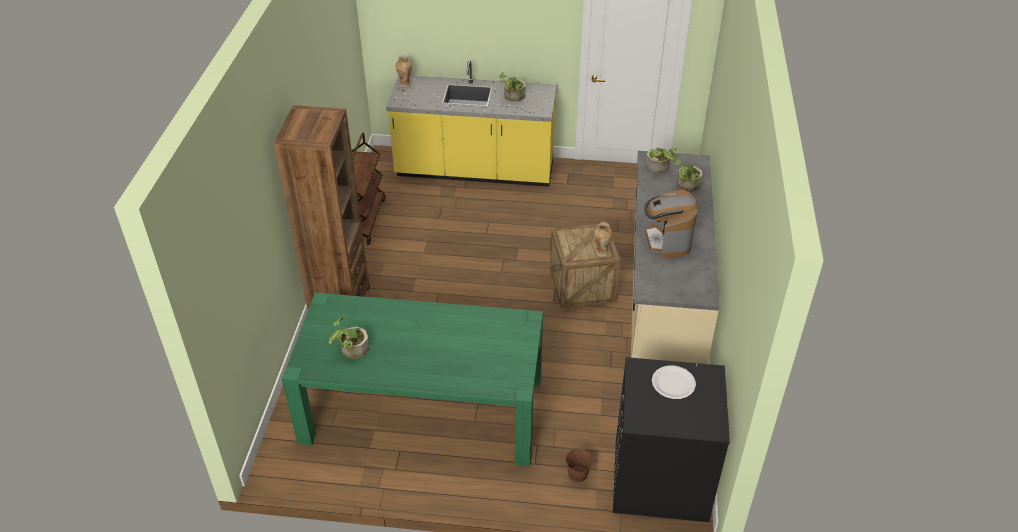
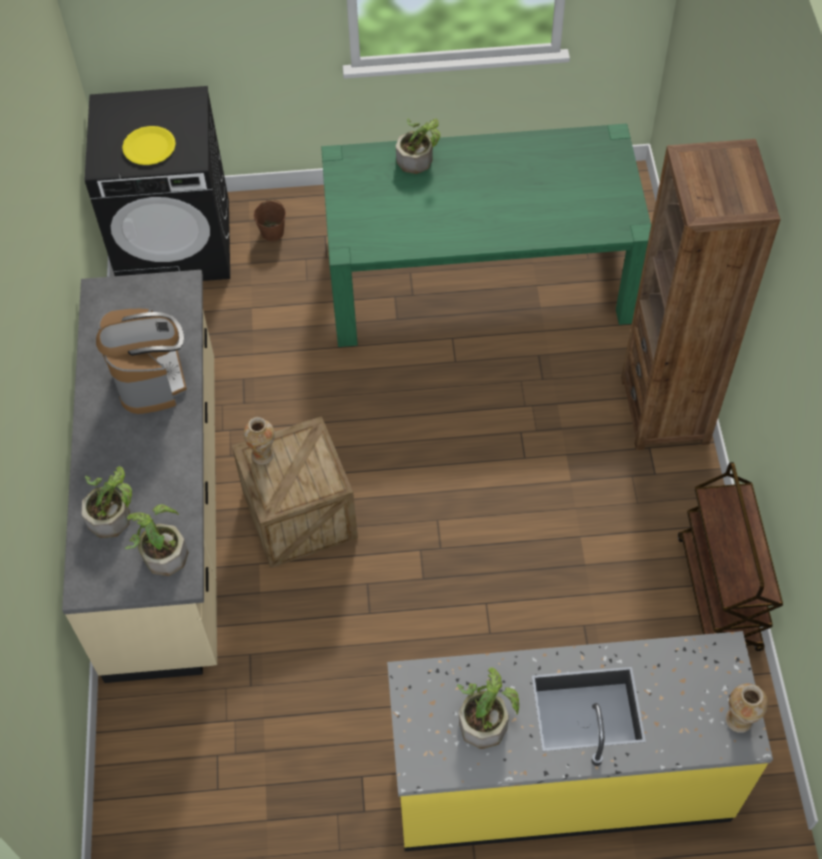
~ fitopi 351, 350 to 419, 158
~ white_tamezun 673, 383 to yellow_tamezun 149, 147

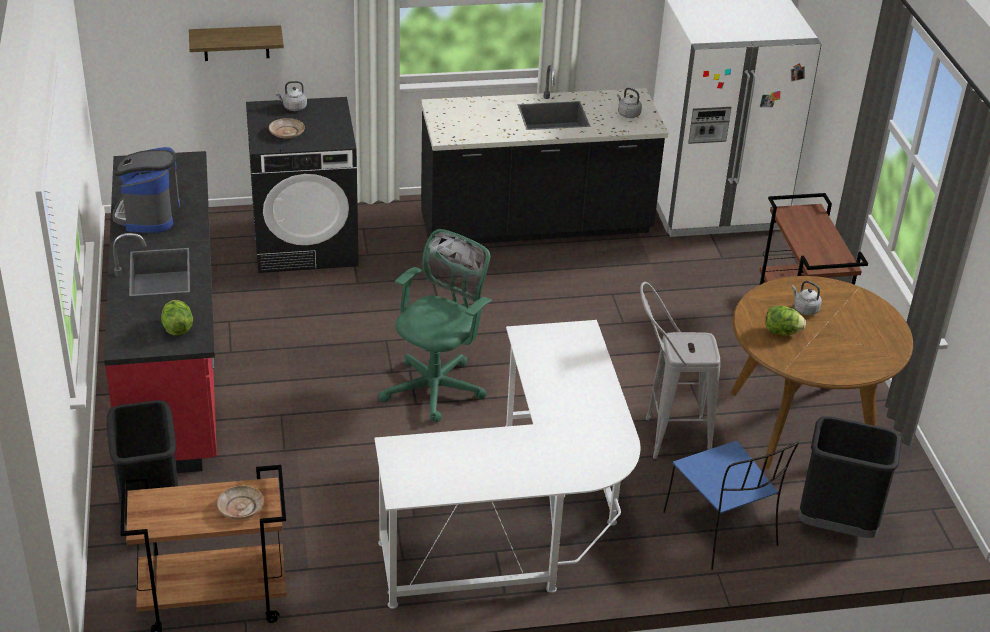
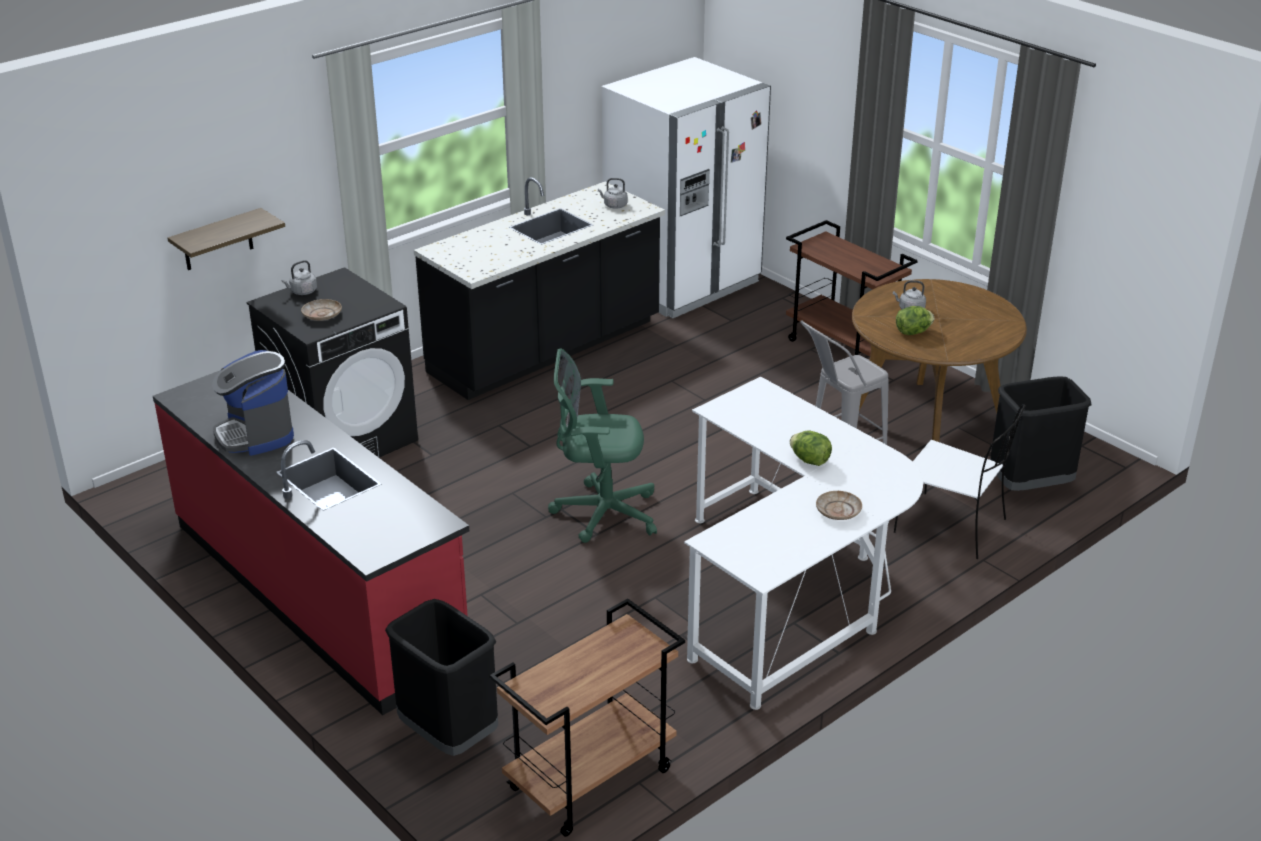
~ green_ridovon 437, 387 = 601, 512 90 degrees counterclockwise
~ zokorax 177, 328 to 810, 460
~ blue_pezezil 722, 531 to white_pezezil 953, 527
~ beige_tamezun 240, 508 to 838, 511

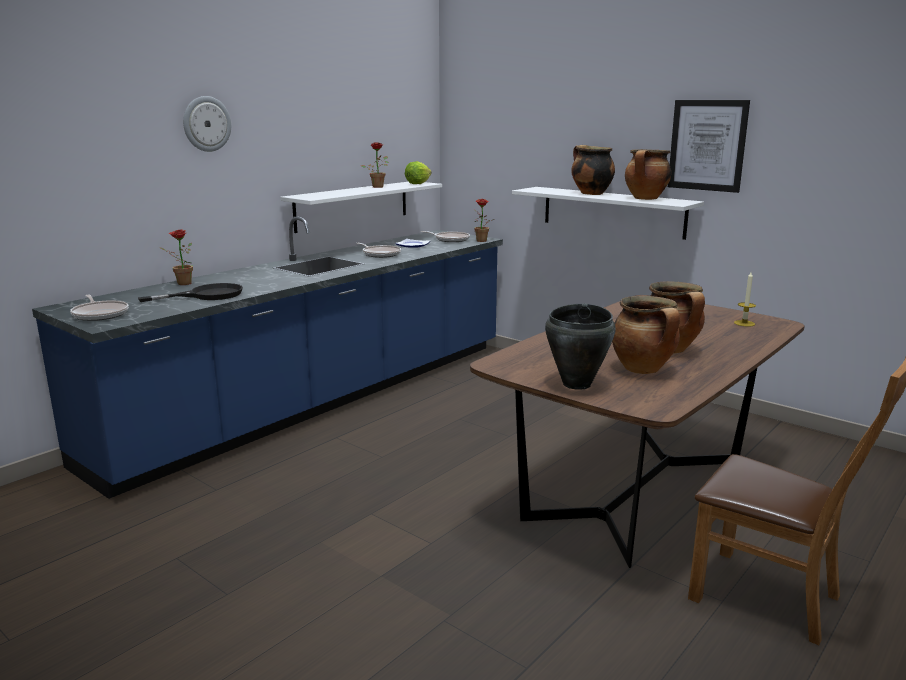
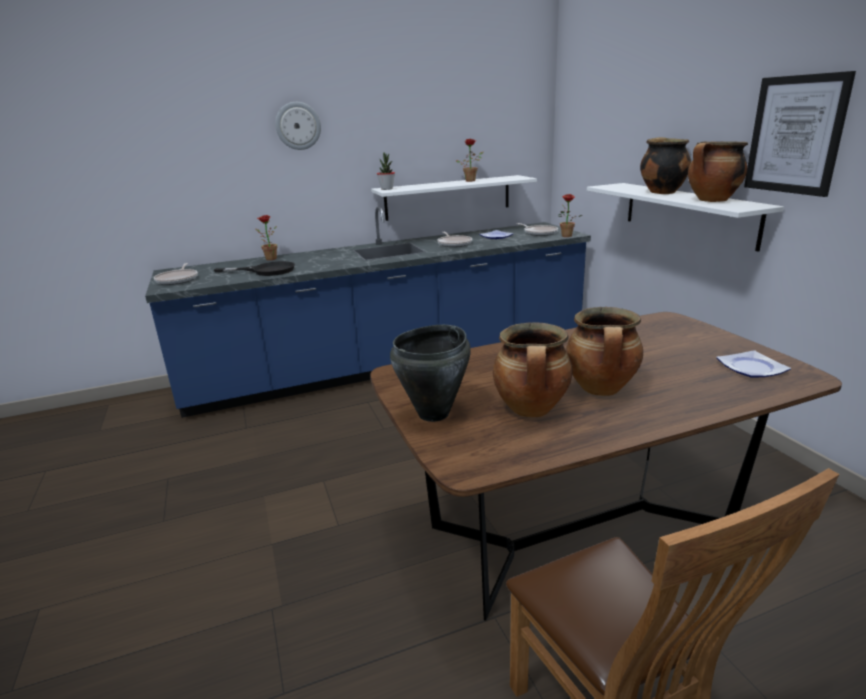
- zokorax 418, 183
~ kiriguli 744, 323 to tamezun 751, 369
+ fitopi 387, 189

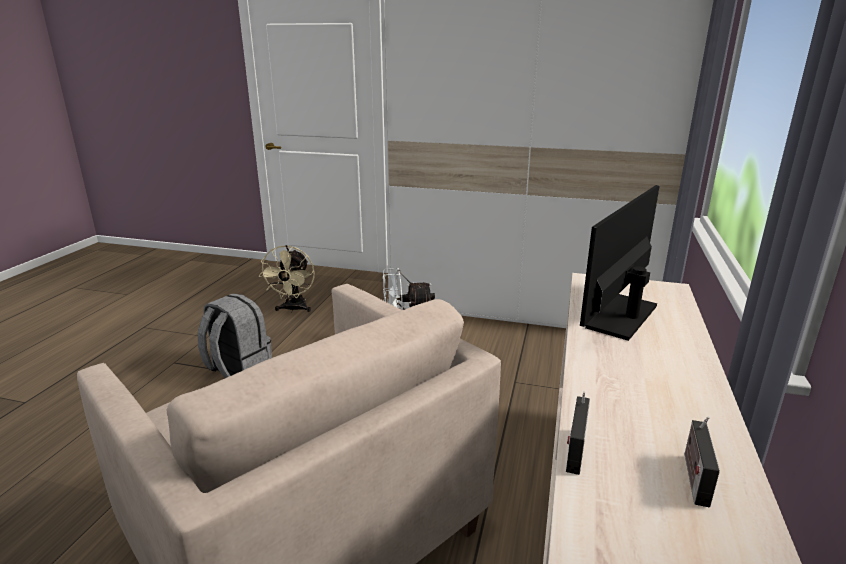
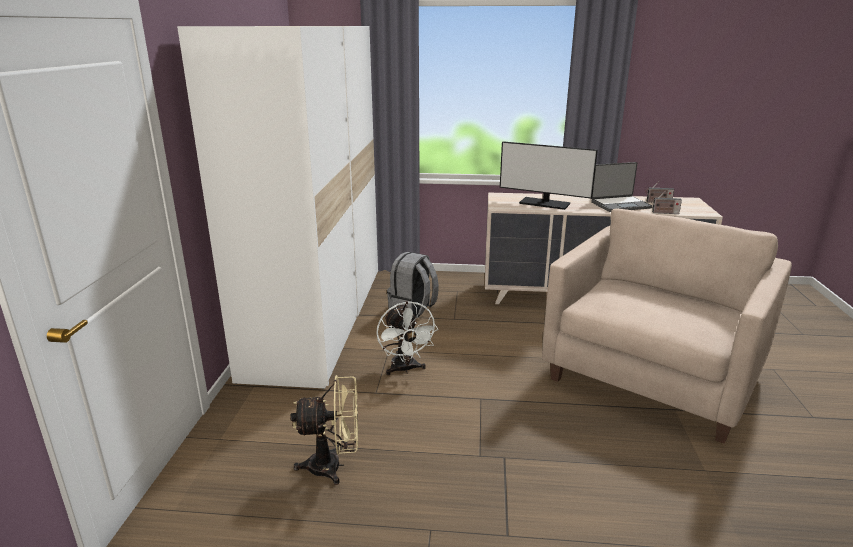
~ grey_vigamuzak 238, 370 to 413, 309
+ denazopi 620, 205

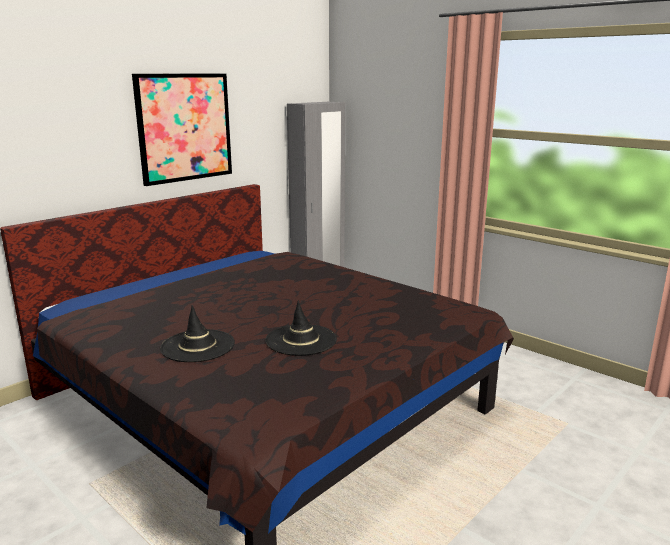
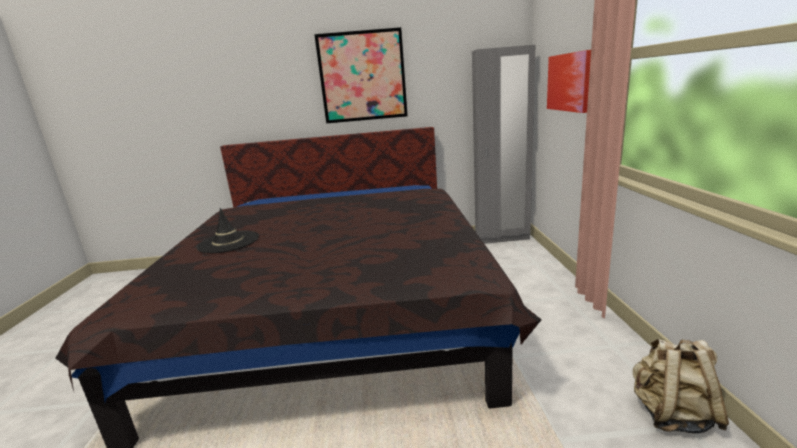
- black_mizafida 301, 340
+ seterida 568, 82
+ beige_vigamuzak 672, 415

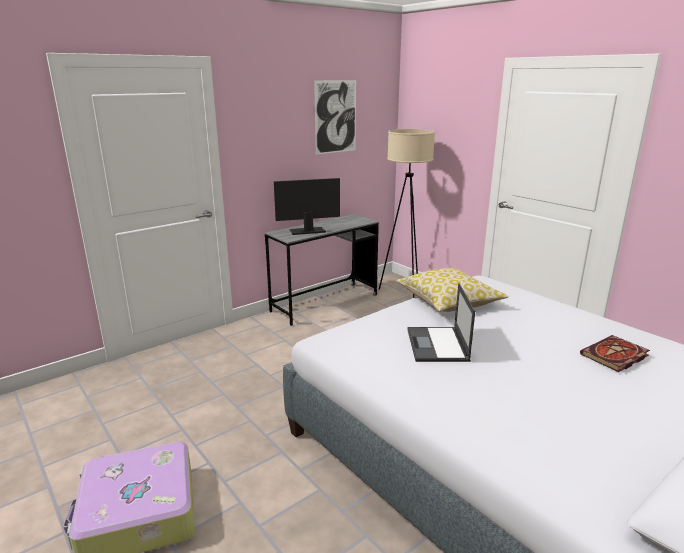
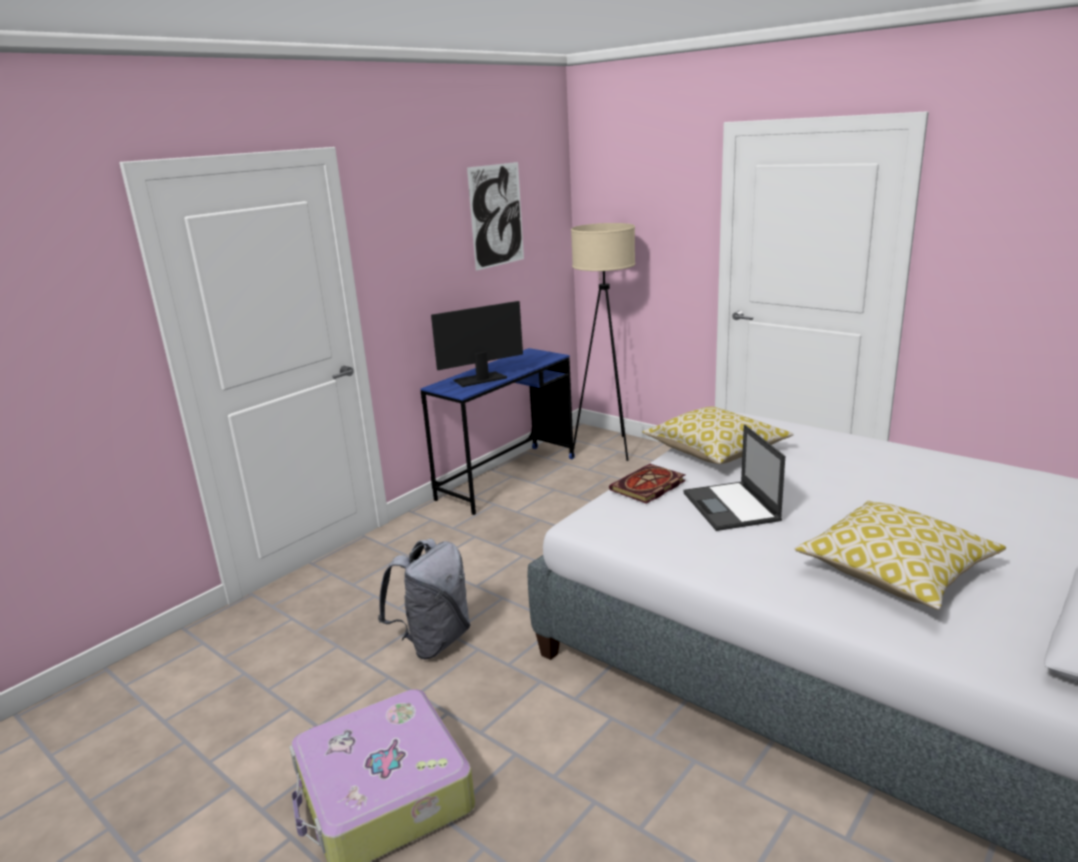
~ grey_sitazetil 325, 303 to blue_sitazetil 507, 478
~ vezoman 614, 356 to 648, 487
+ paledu 895, 572
+ grey_vigamuzak 433, 641

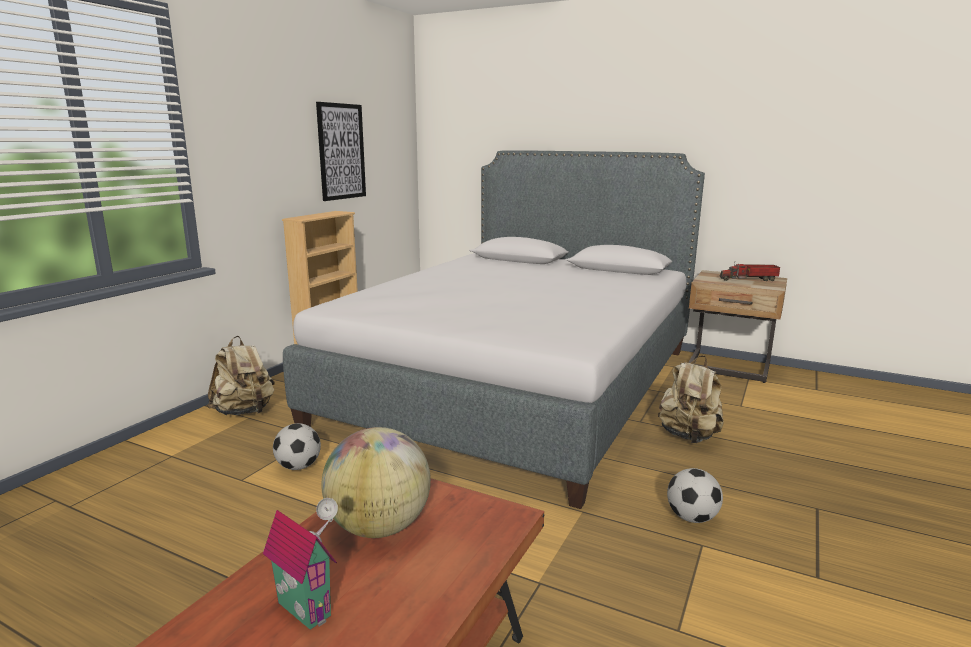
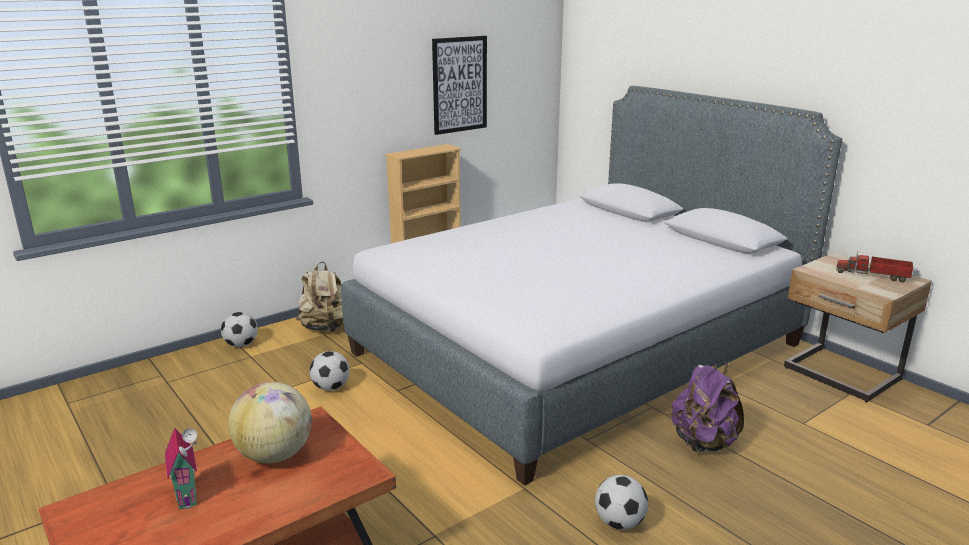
~ beige_vigamuzak 688, 436 to purple_vigamuzak 703, 443
+ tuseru 241, 345

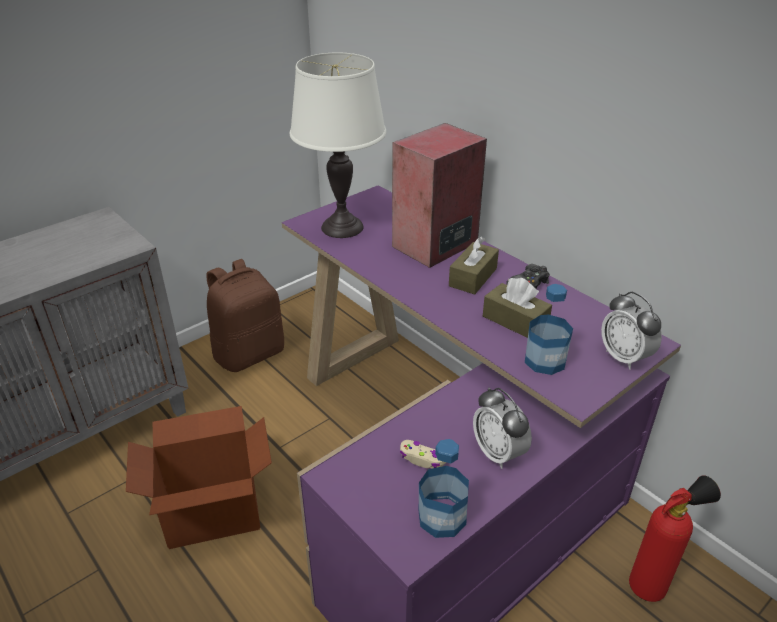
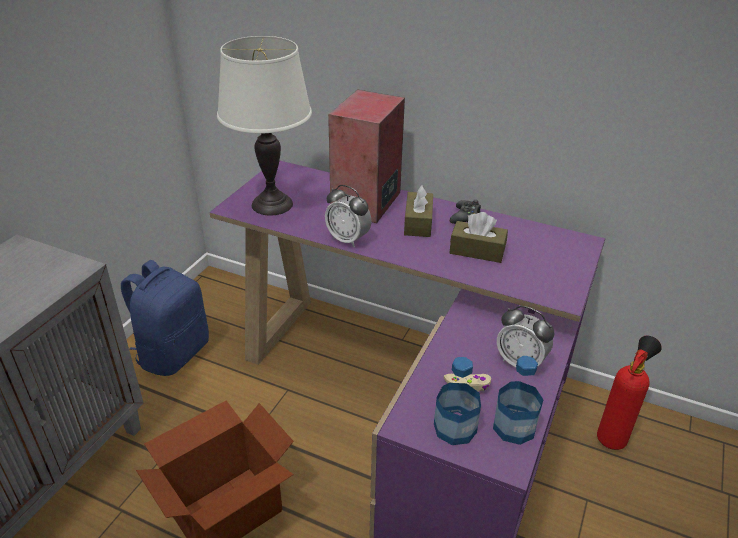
~ brown_vigamuzak 249, 353 to blue_vigamuzak 173, 353
~ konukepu 545, 360 to 455, 428
~ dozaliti 624, 357 to 348, 239

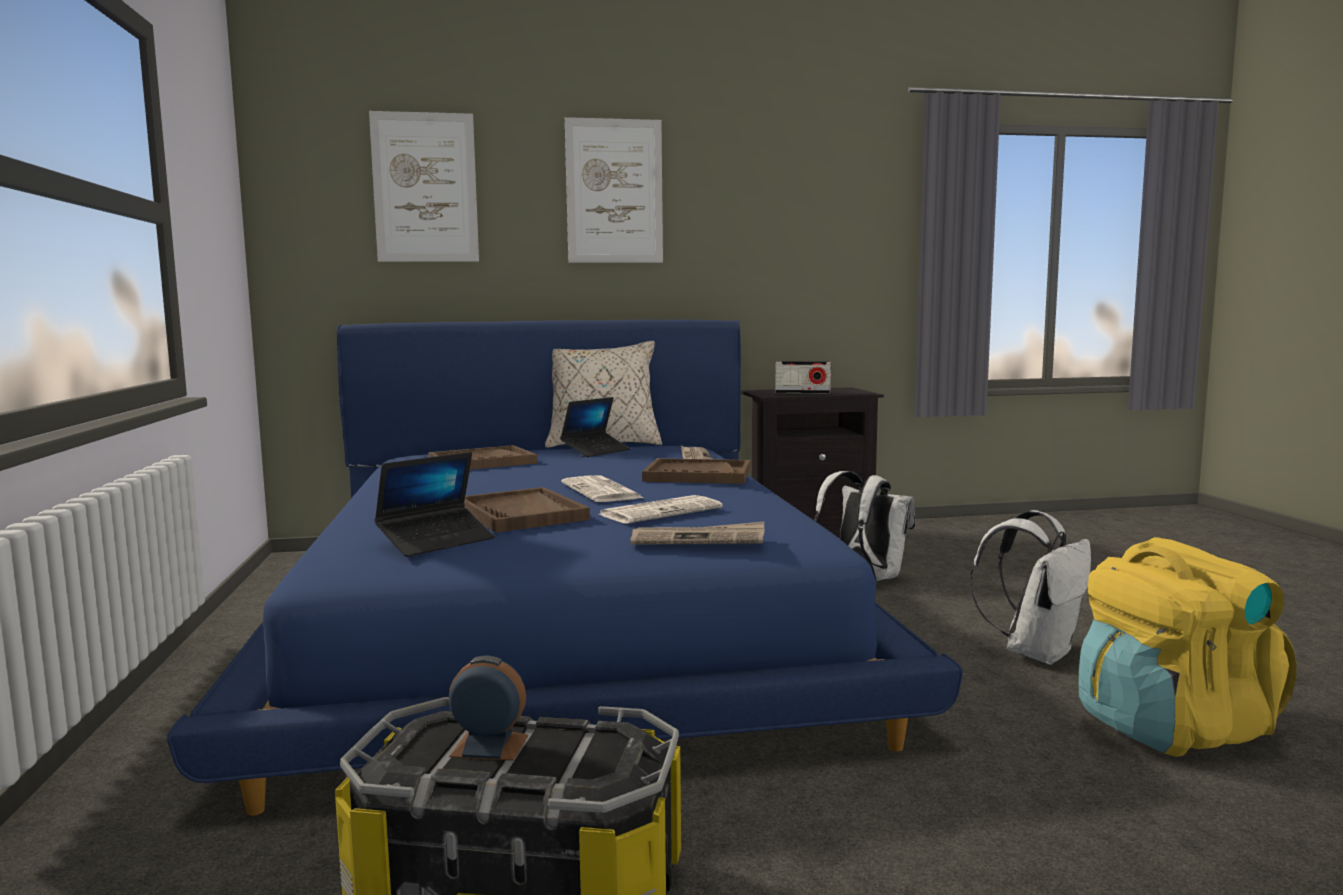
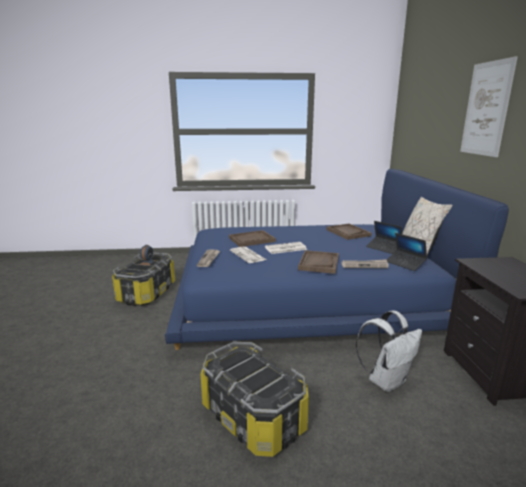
- seterida 425, 188
- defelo 802, 393
~ denazopi 436, 541 to 405, 263
~ white_vigamuzak 1035, 652 to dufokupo 253, 417
- yellow_vigamuzak 1171, 728

